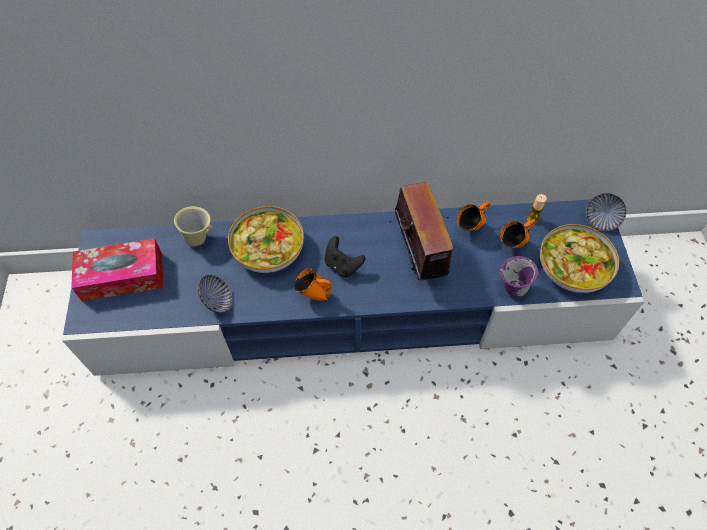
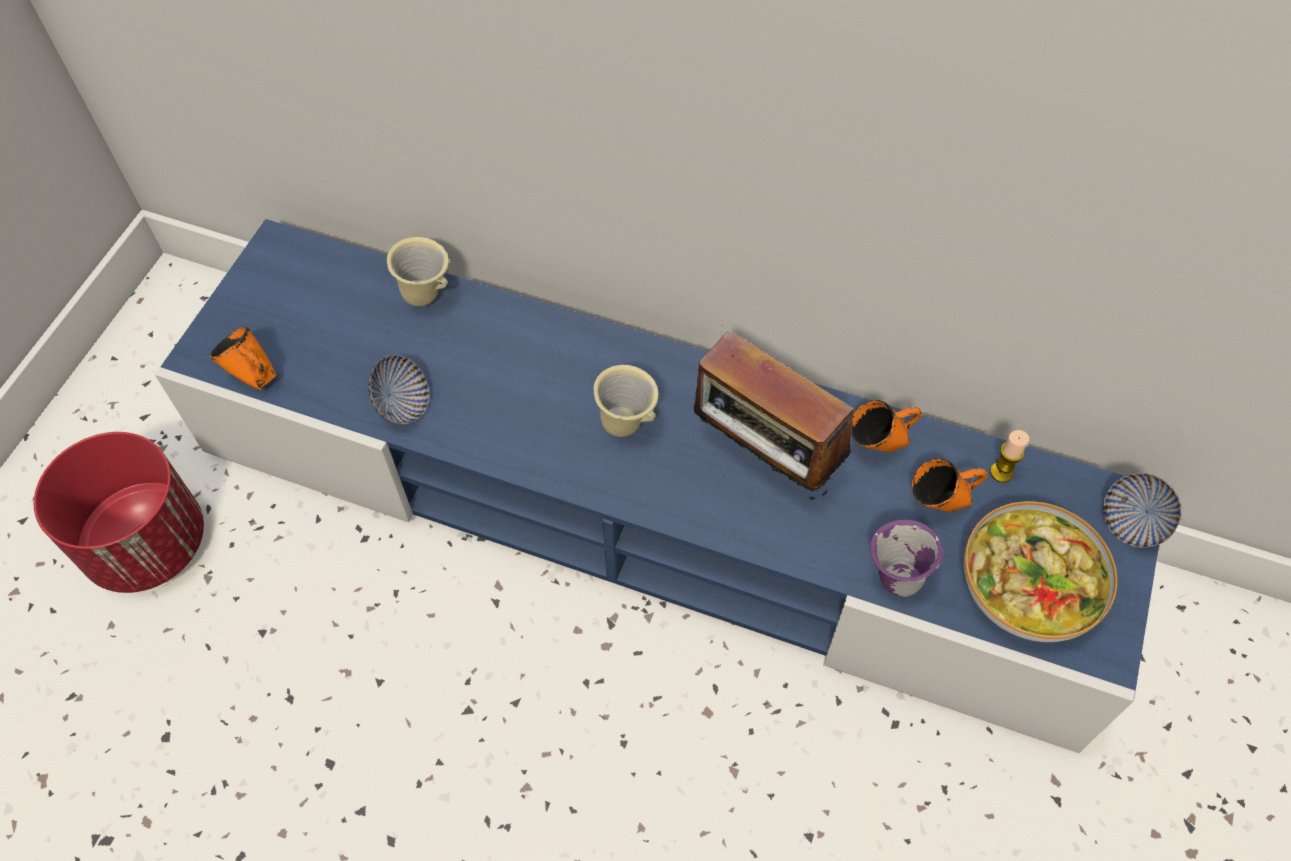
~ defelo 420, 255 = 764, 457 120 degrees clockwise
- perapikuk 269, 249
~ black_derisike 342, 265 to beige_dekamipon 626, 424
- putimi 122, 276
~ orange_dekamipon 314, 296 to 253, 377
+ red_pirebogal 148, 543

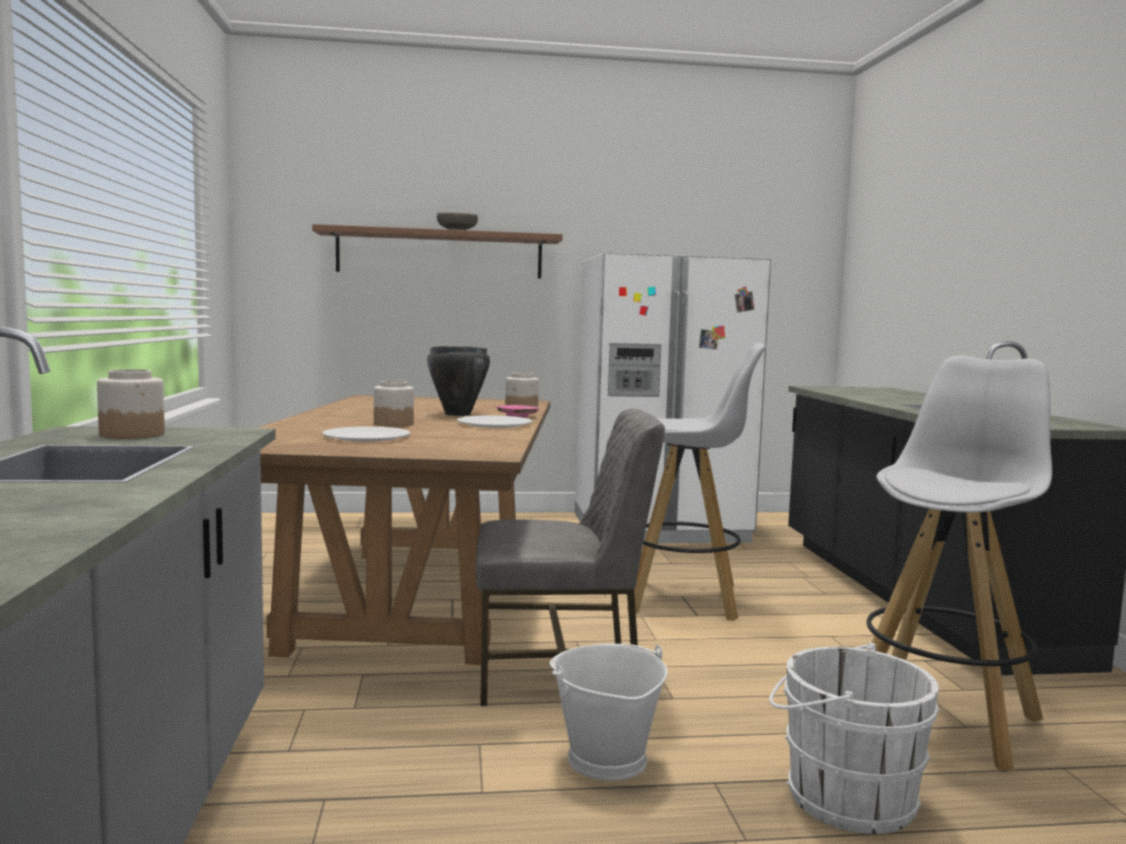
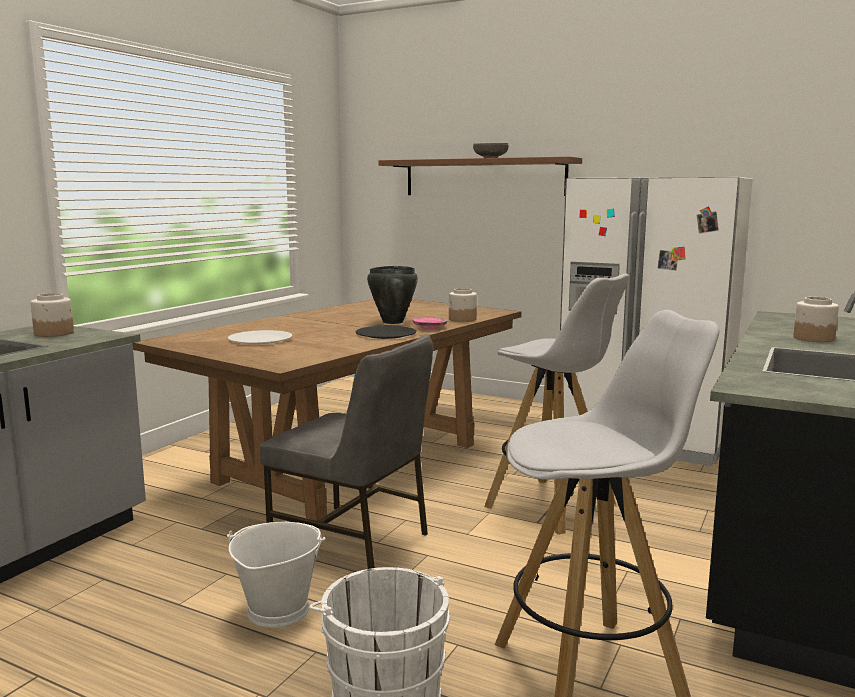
~ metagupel 393, 424 to 813, 338
~ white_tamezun 494, 424 to black_tamezun 386, 334

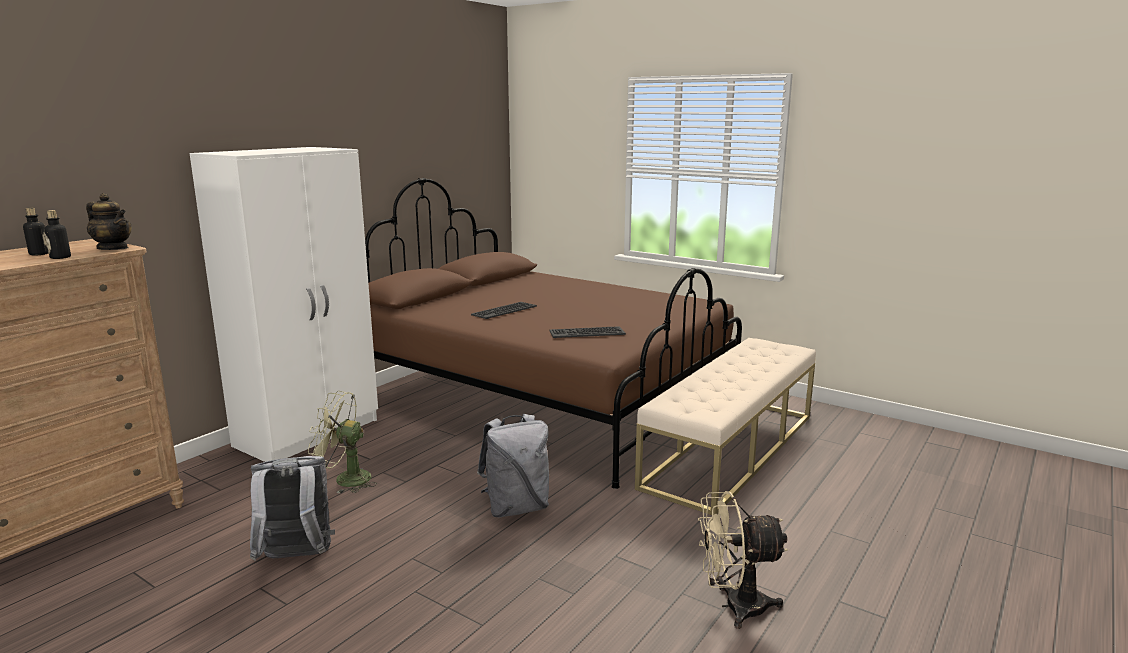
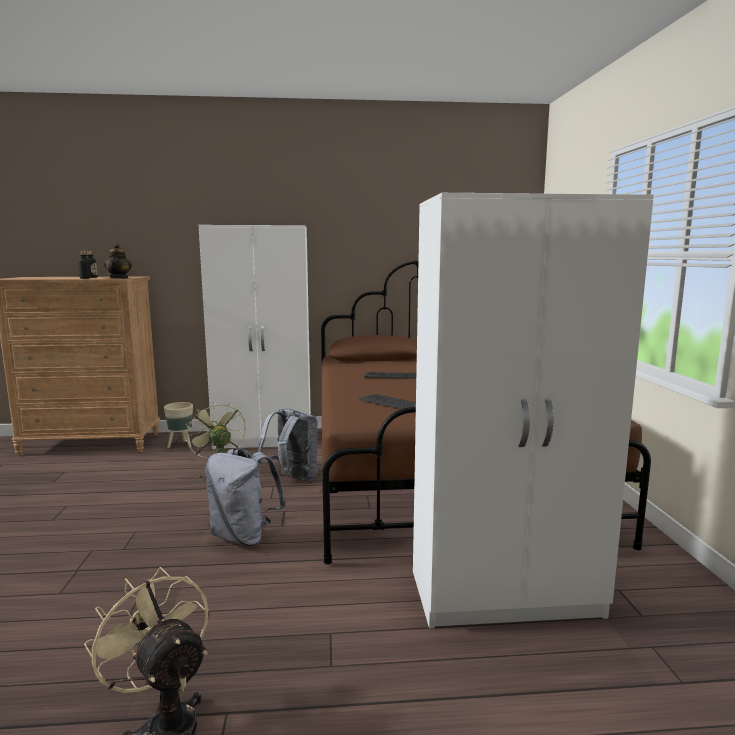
~ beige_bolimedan 731, 449 to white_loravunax 506, 595
~ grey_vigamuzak 296, 559 to 292, 479
+ beige_pirebogal 181, 445

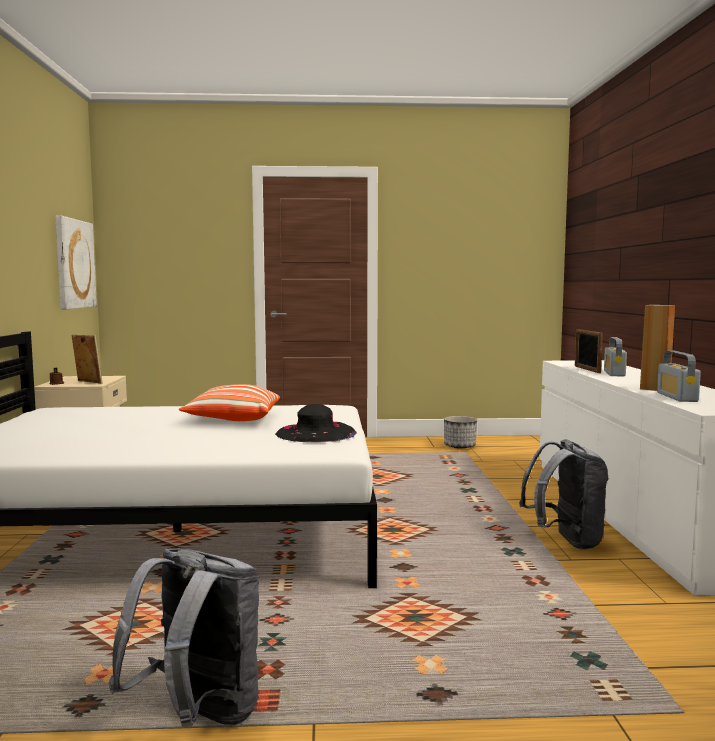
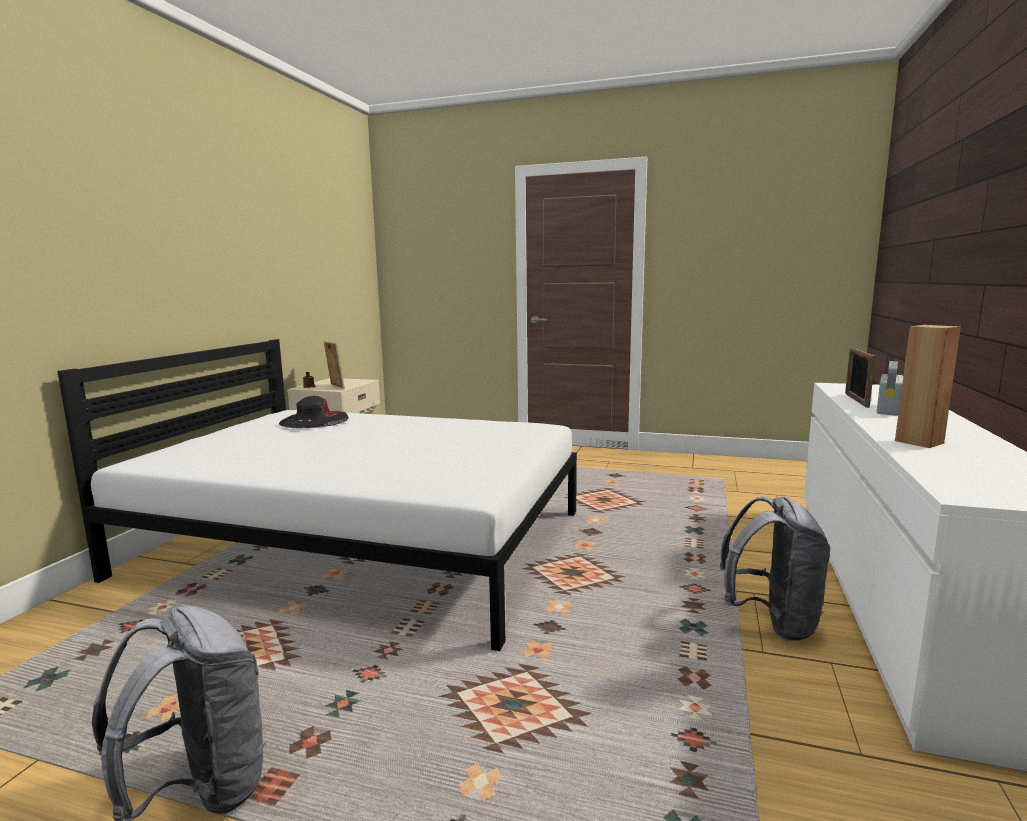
- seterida 74, 264
- defelo 677, 397
- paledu 233, 419
~ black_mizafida 316, 433 to 314, 420
- pirebogal 460, 446

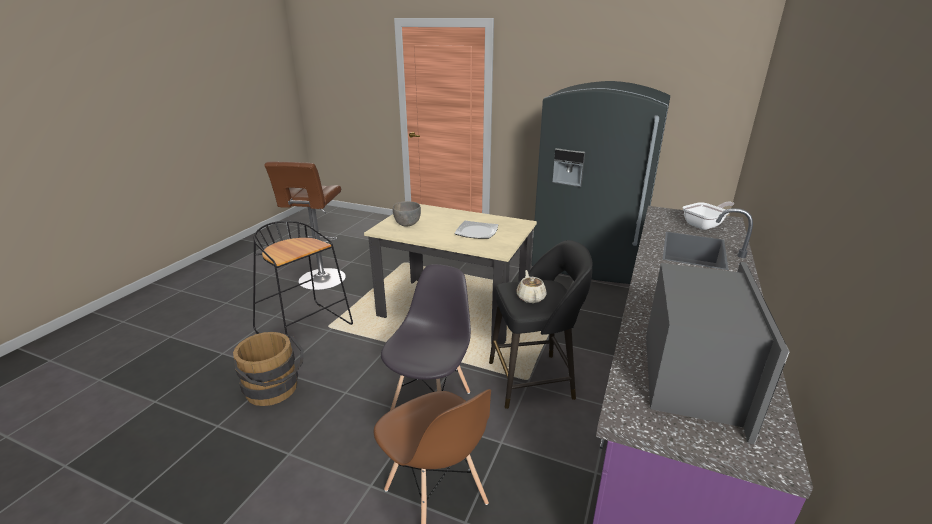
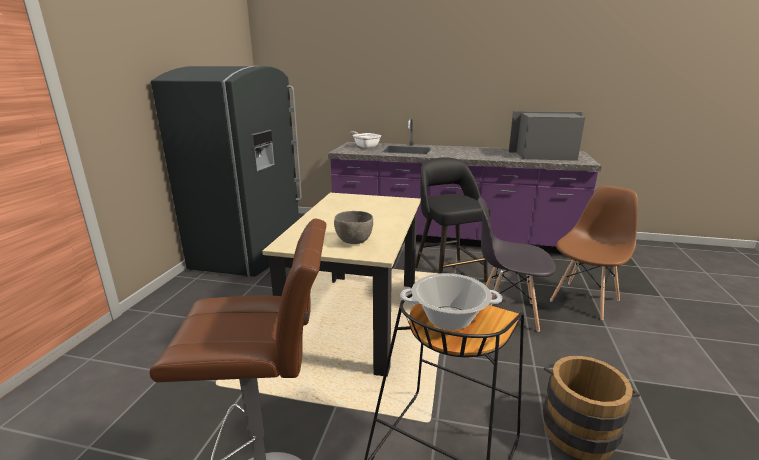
- tamezun 477, 232
- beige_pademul 530, 297
+ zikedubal 449, 318

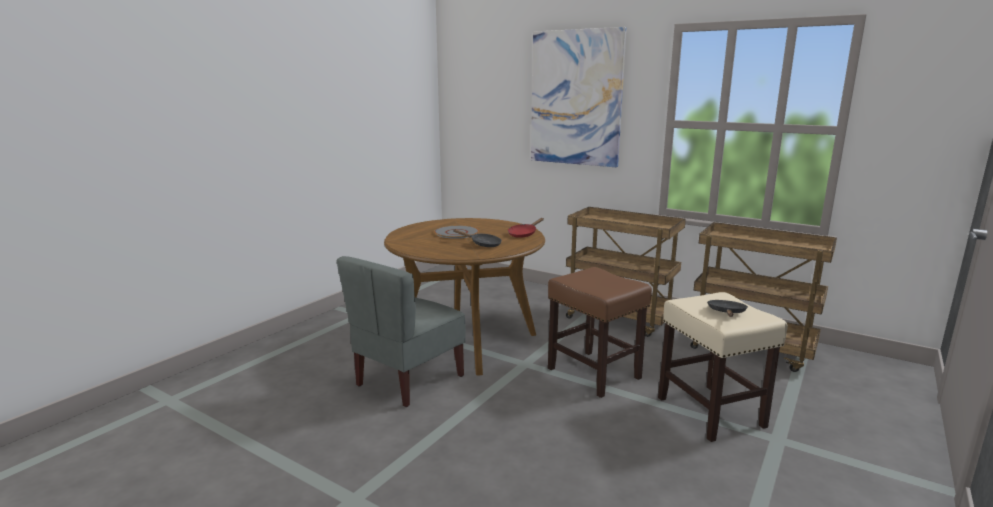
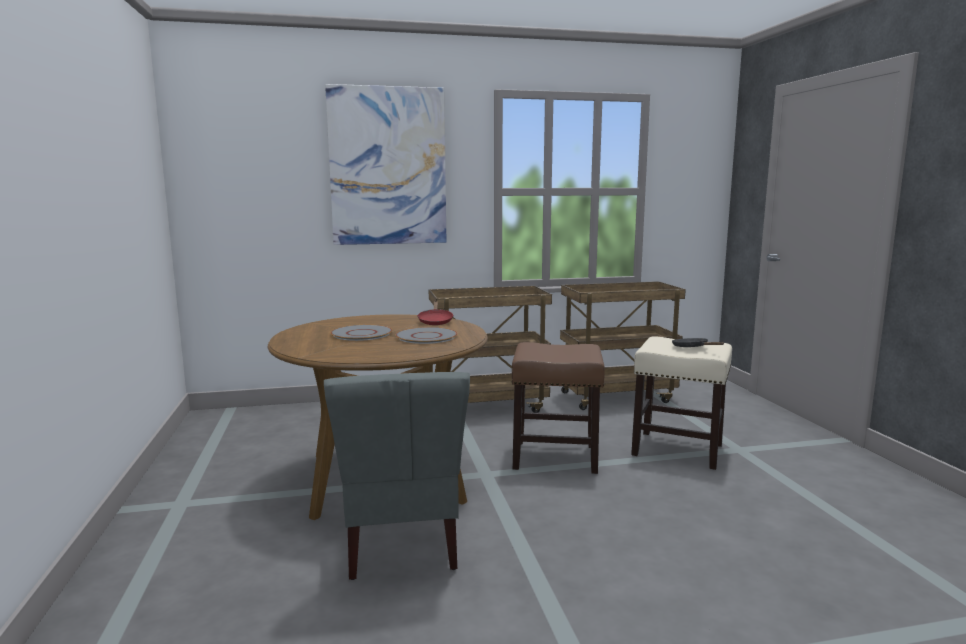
~ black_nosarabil 482, 244 to grey_tamezun 426, 337

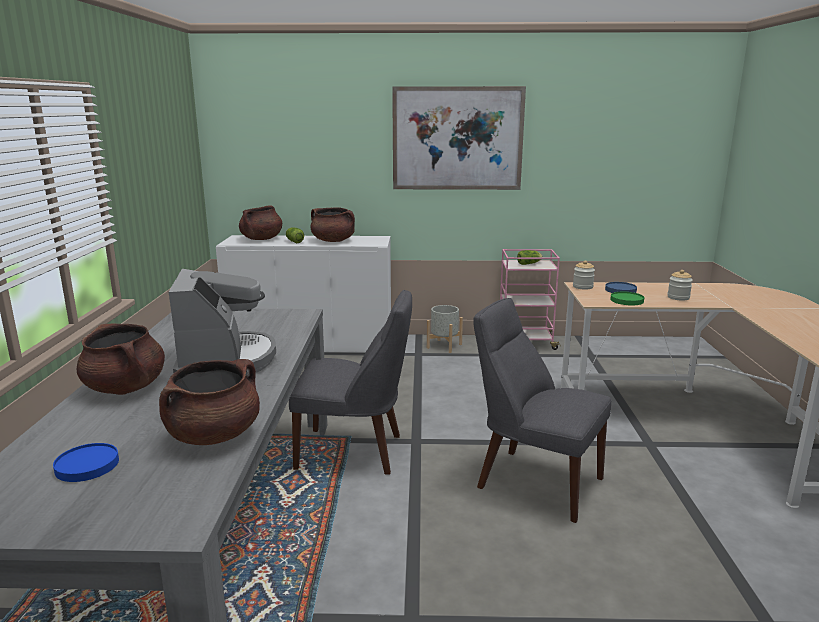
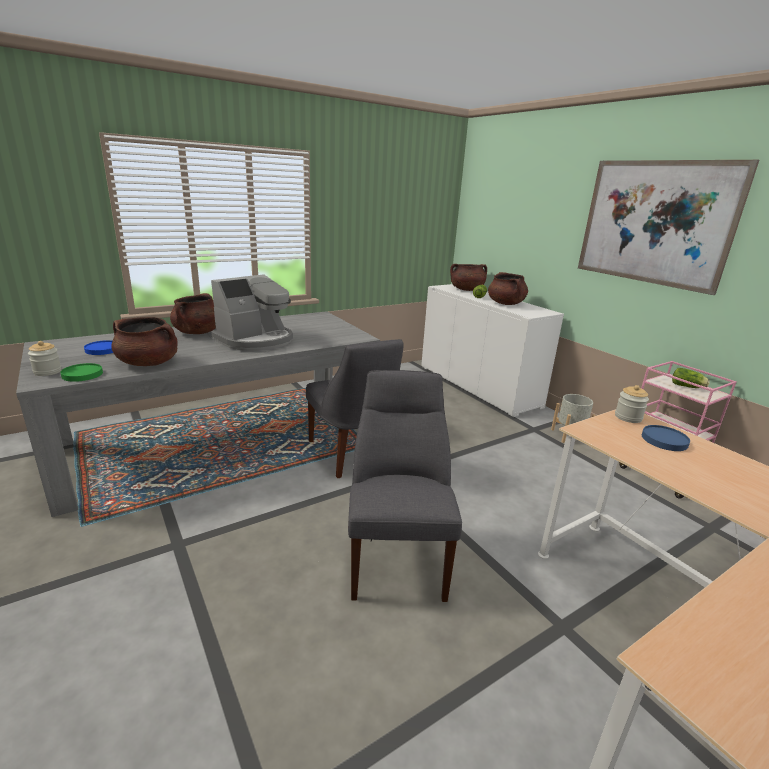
~ metagupel 678, 297 to 47, 372
~ green_tamezun 626, 300 to 82, 374

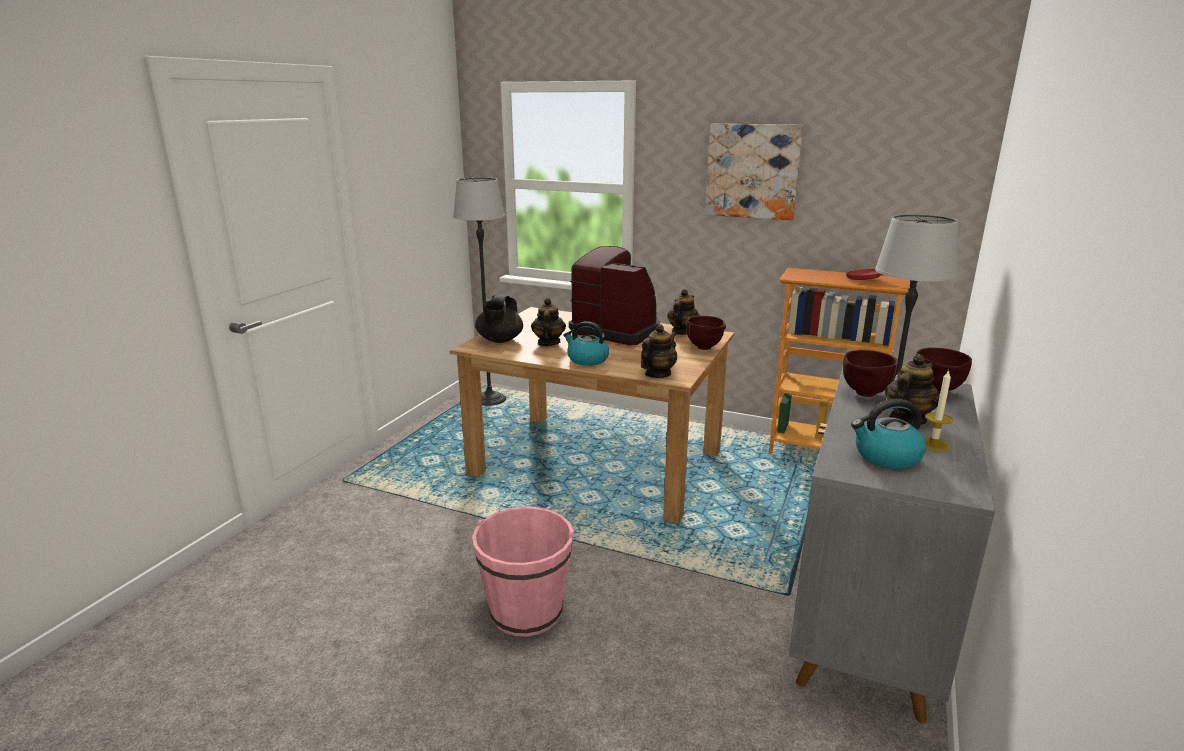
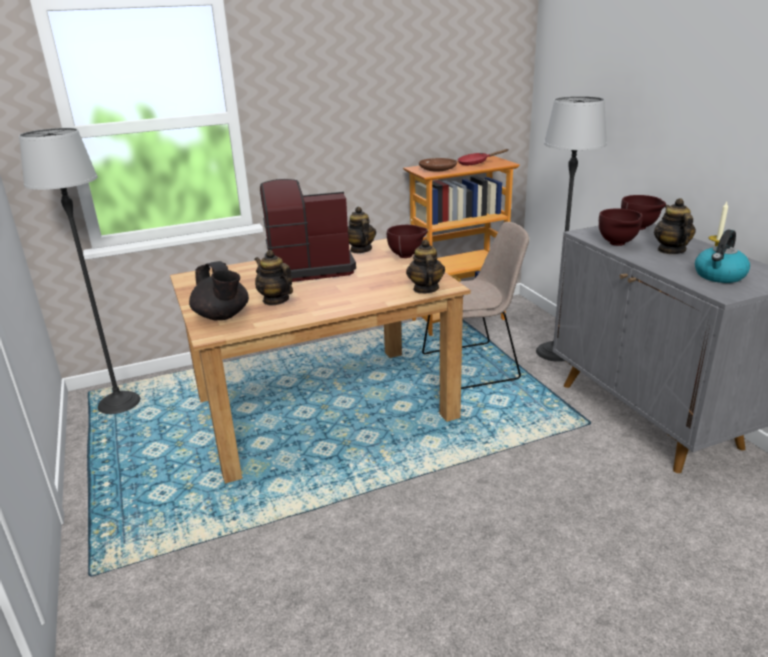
- seterida 752, 171
- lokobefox 587, 360
- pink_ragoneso 526, 611
+ brown_tamezun 437, 169
+ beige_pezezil 473, 366

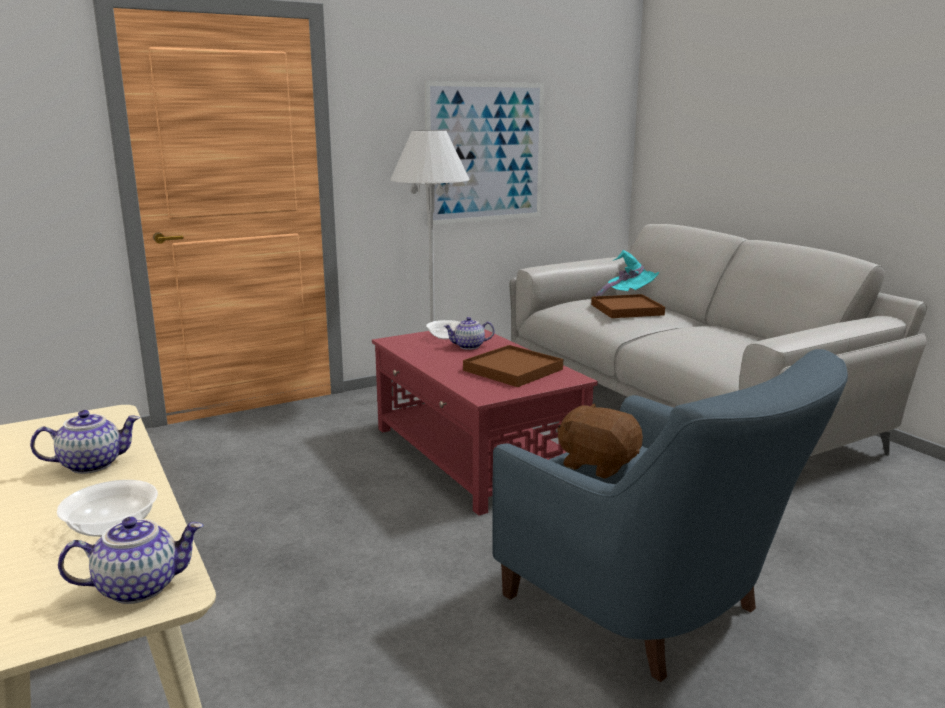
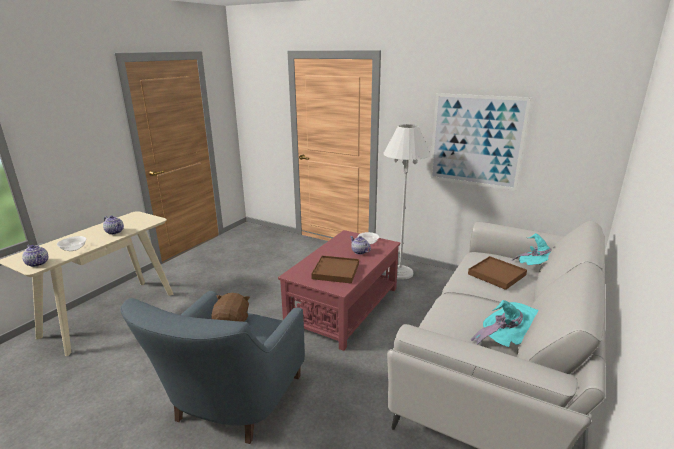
+ turquoise_mizafida 506, 339

